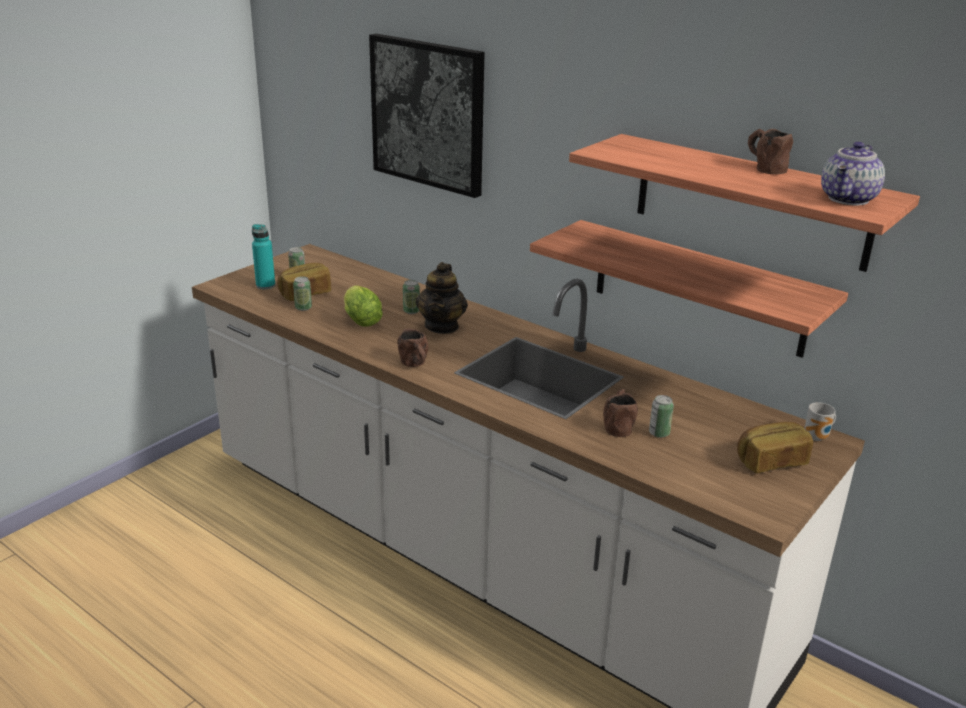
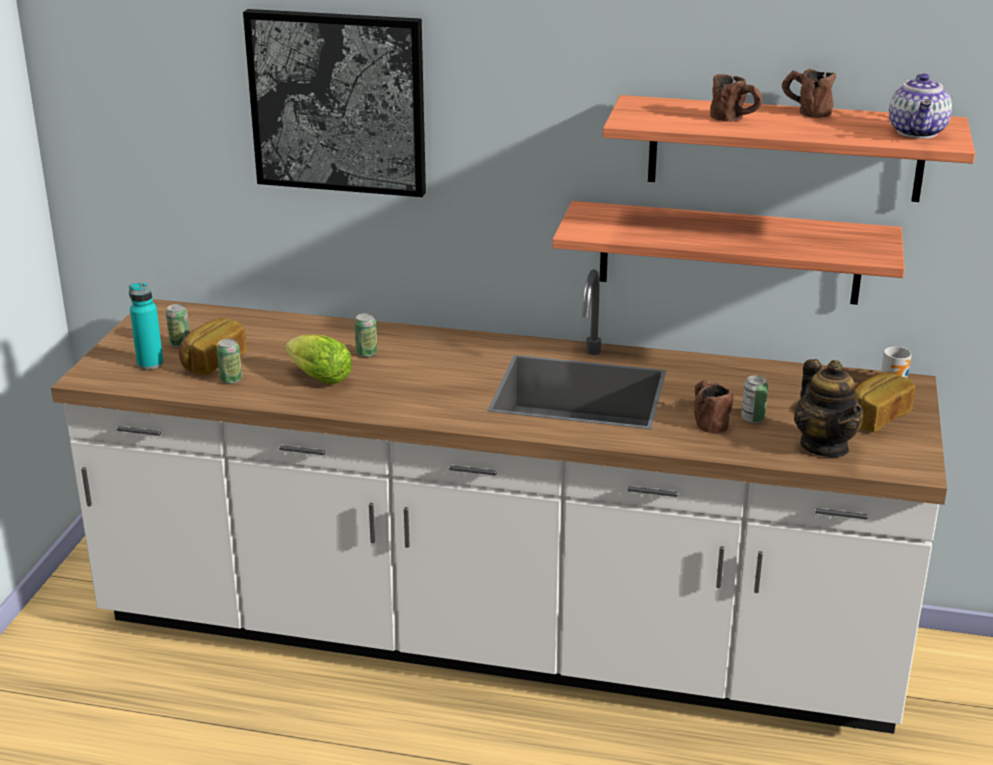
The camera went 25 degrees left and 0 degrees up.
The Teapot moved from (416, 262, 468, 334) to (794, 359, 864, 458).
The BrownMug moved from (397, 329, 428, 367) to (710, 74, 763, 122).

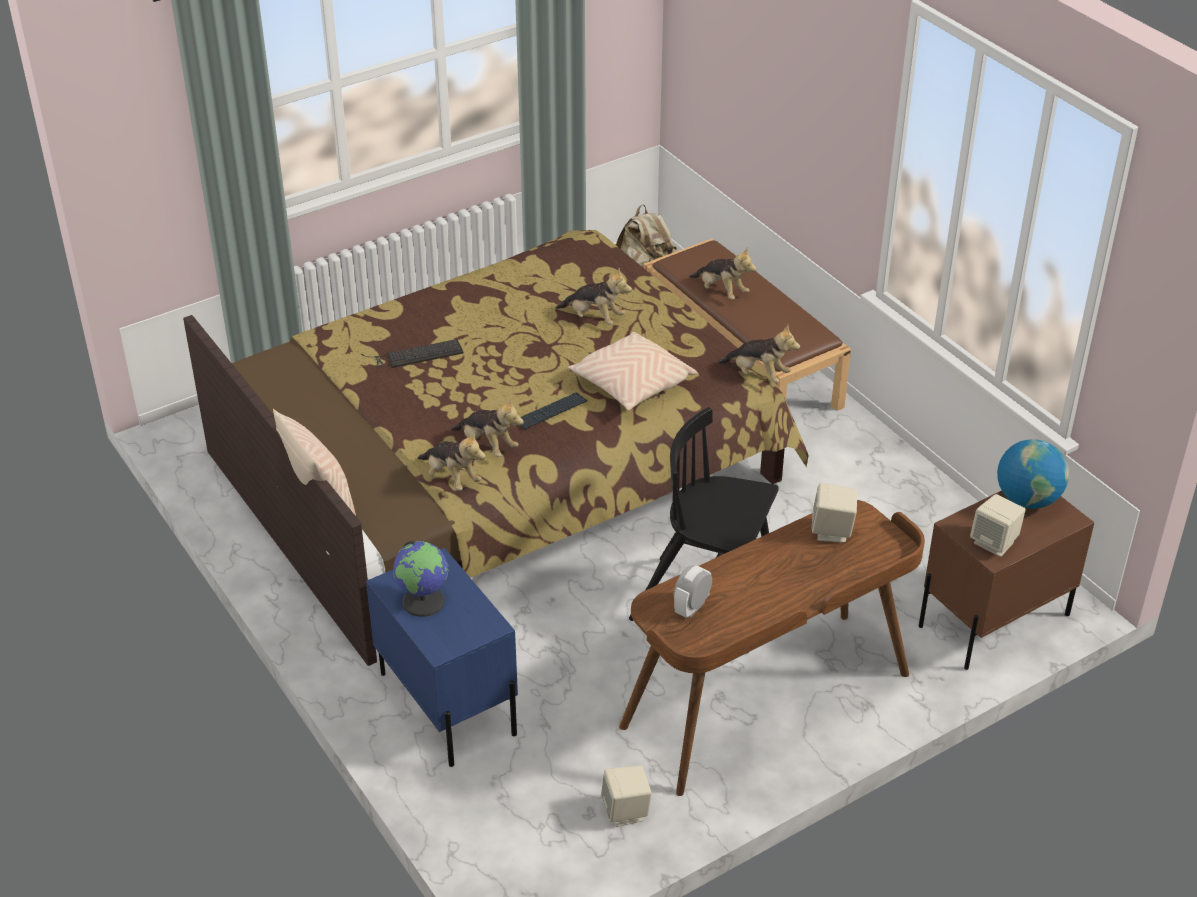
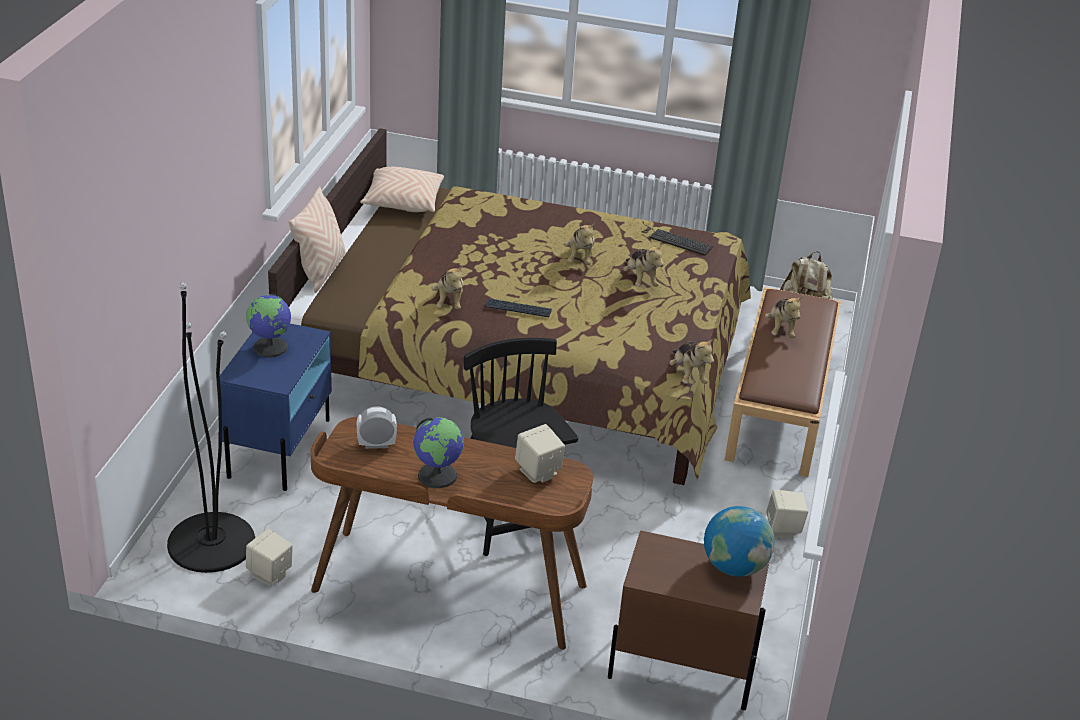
The camera went 45 degrees right and 5 degrees down.
The BeigePillow moved from (568, 332, 698, 410) to (360, 167, 444, 212).
The Keyboard moved from (361, 339, 464, 368) to (641, 221, 713, 256).
The PlushToy moved from (417, 431, 486, 490) to (564, 222, 595, 265).
The BeigeSpeaker moved from (970, 494, 1026, 557) to (766, 490, 808, 538).
The BlackFloorLamp at (167, 283, 255, 573) appeared.
The Globe at (413, 417, 464, 488) appeared.

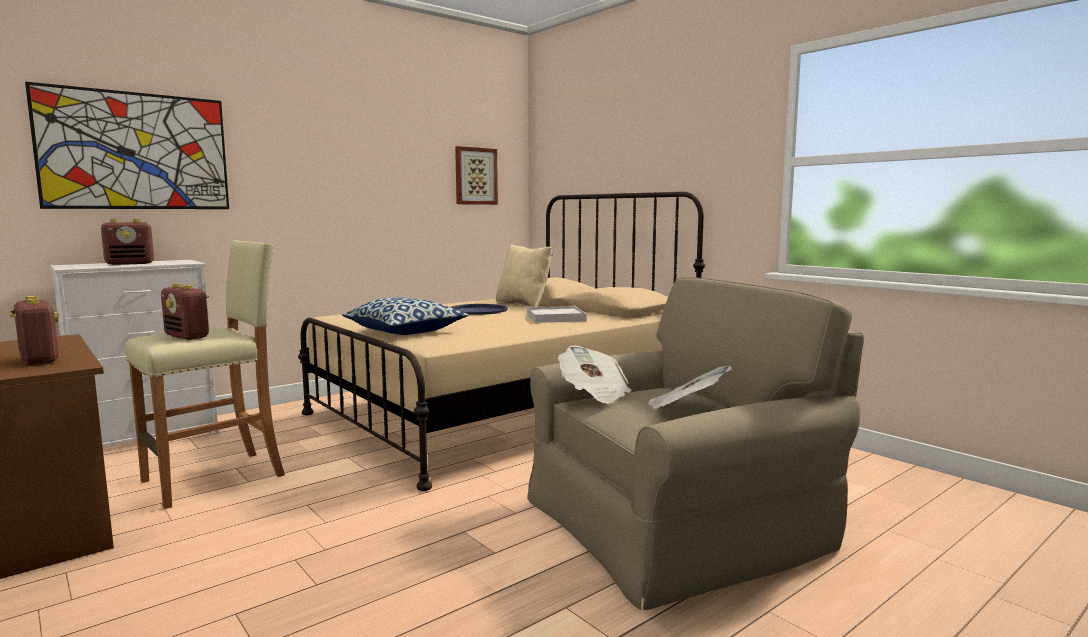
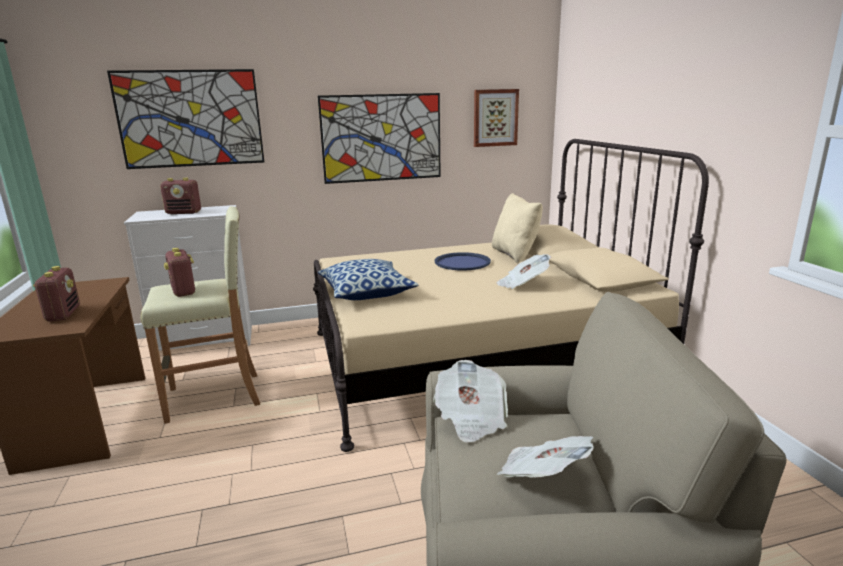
The camera went 25 degrees right and 10 degrees up.
The WhiteTray at (527, 306, 587, 323) was replaced by the Newspaper at (496, 254, 551, 289).
The Picture at (318, 93, 441, 184) appeared.

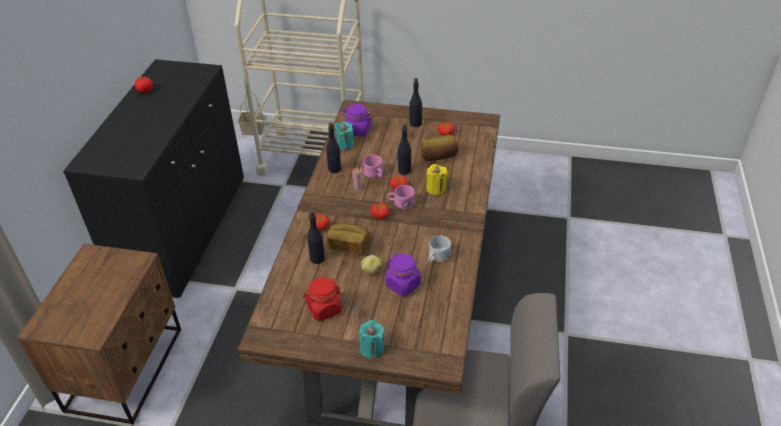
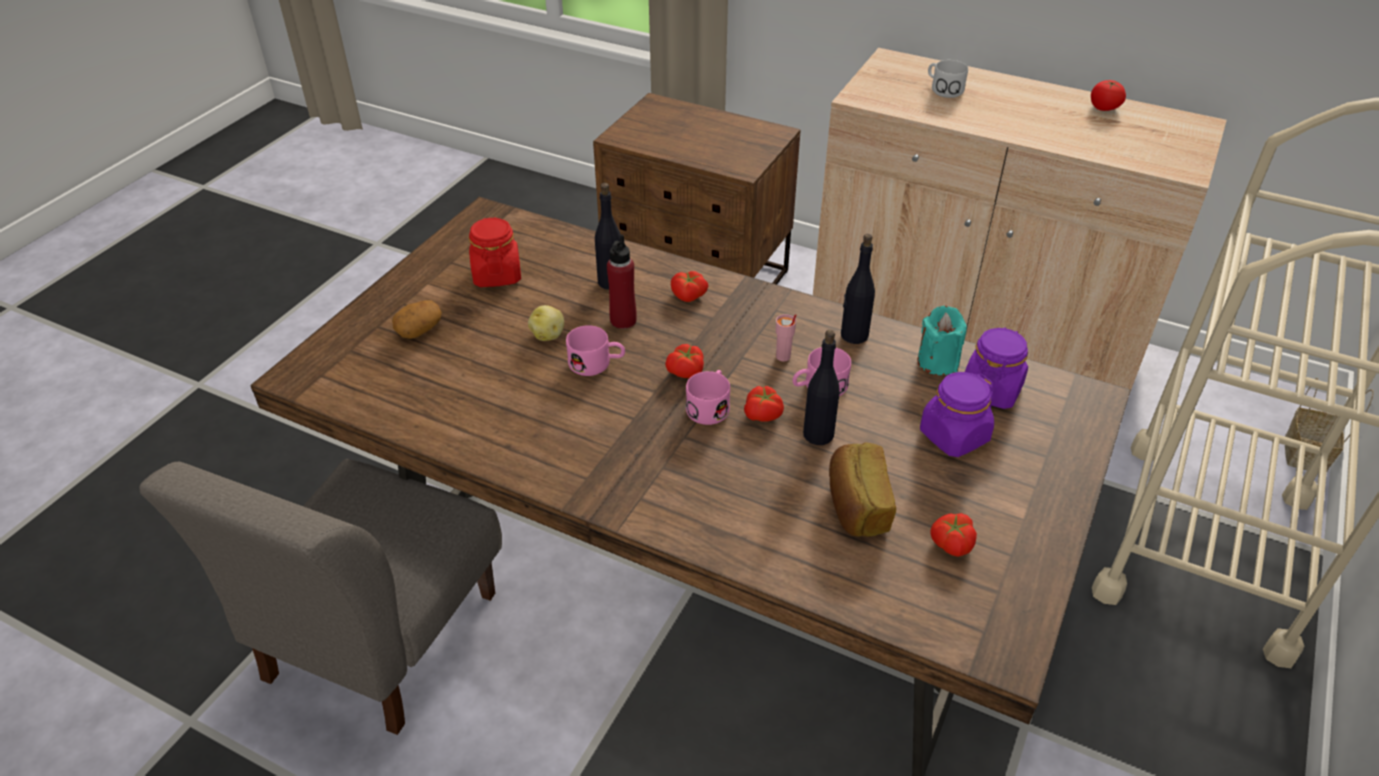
The camera went 105 degrees right and 0 degrees up.
The BlackCabinet at (63, 59, 244, 299) became the BeigeCabinet at (813, 48, 1227, 391).
The BlackBottle at (410, 78, 423, 127) disappeared.
The YellowCandle at (426, 164, 447, 195) disappeared.
The Bread at (327, 223, 371, 255) was replaced by the RedBottle at (607, 234, 637, 329).
The WhiteMug moved from (428, 235, 451, 262) to (928, 60, 968, 98).
The PurpleJar moved from (386, 254, 421, 296) to (920, 372, 994, 457).
The TurquoiseCandle at (359, 320, 384, 358) disappeared.
The Potato at (392, 300, 442, 339) appeared.
The PinkMug at (566, 325, 625, 376) appeared.

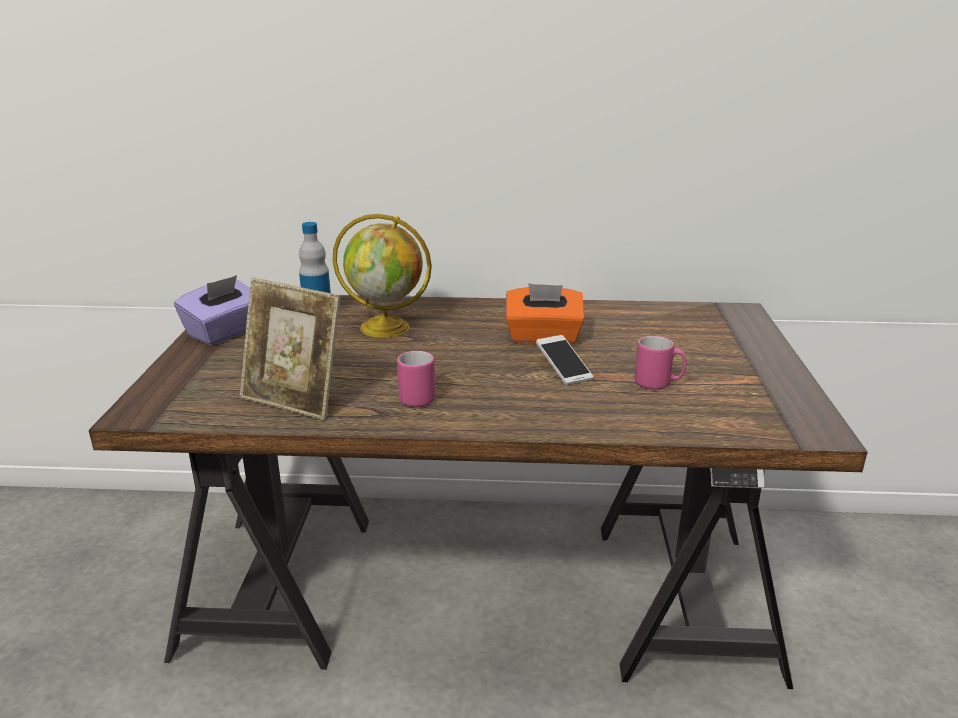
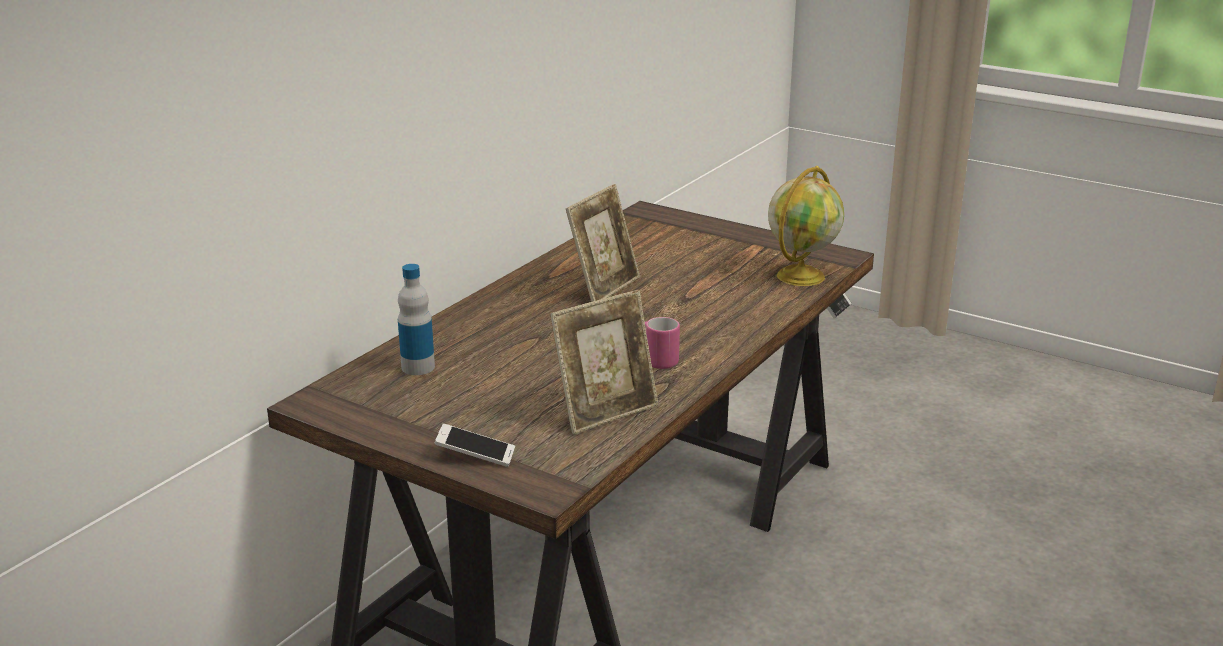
The camera went 60 degrees left and 0 degrees up.
The Globe moved from (333, 214, 432, 338) to (768, 166, 844, 286).
The PurpleTissueBox at (174, 275, 250, 346) disappeared.
The OrangeTissueBox at (506, 283, 585, 344) was replaced by the PictureFrame at (566, 184, 640, 302).
The Phone moved from (536, 335, 593, 385) to (434, 424, 515, 467).
The PinkMug at (634, 336, 687, 390) disappeared.

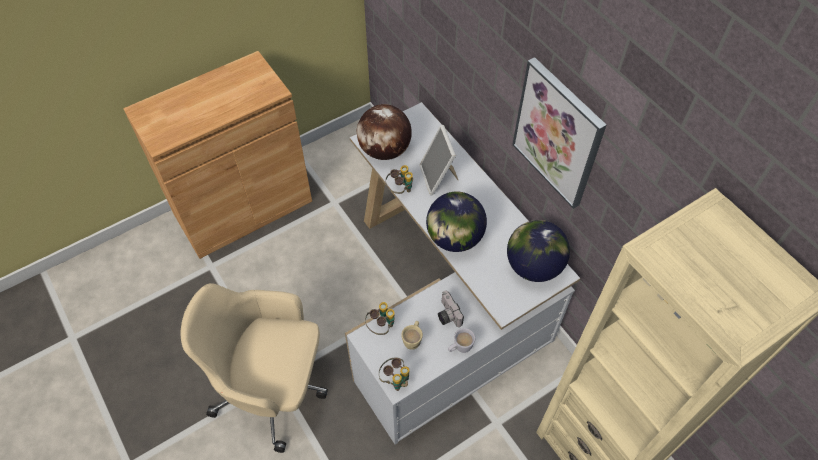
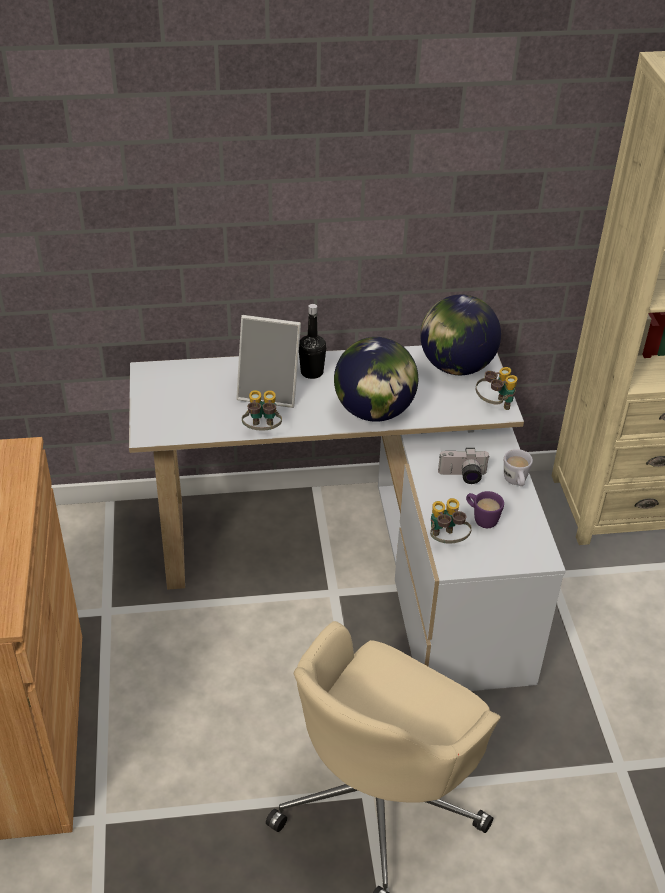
The camera went 65 degrees left and 15 degrees down.
The Picture at (512, 57, 606, 209) disappeared.
The Globe at (357, 104, 412, 160) disappeared.
The BeigeMug at (401, 321, 423, 350) became the PurpleMug at (466, 491, 504, 528).
The Binoculars moved from (379, 358, 409, 391) to (476, 367, 518, 410).
The BlackBottle at (299, 304, 327, 379) appeared.

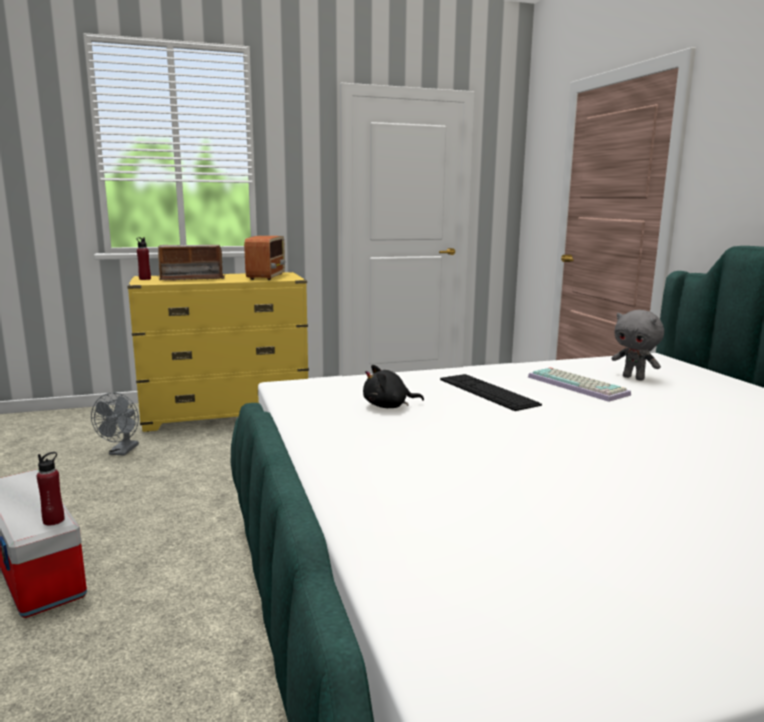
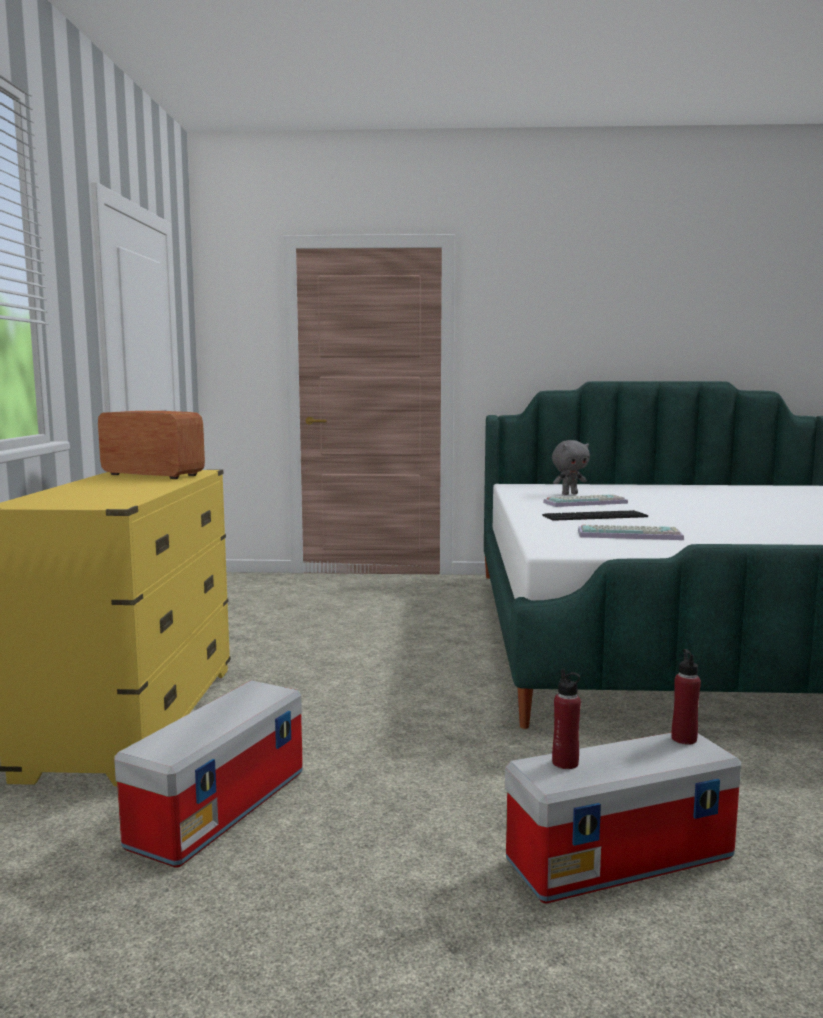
The camera went 70 degrees left and 5 degrees down.
The RedBottle moved from (137, 237, 151, 280) to (552, 669, 581, 769).
The Radio at (157, 244, 226, 281) disappeared.
The BlackPlushToy at (363, 365, 424, 408) was replaced by the Keyboard at (578, 524, 684, 540).
The GreyFan at (91, 392, 139, 456) was replaced by the StorageBox at (114, 681, 303, 868).

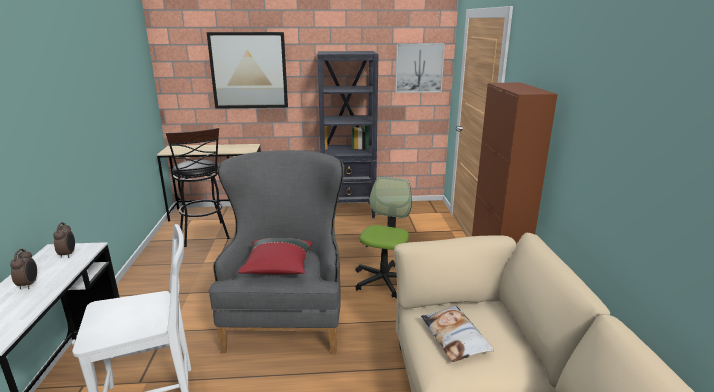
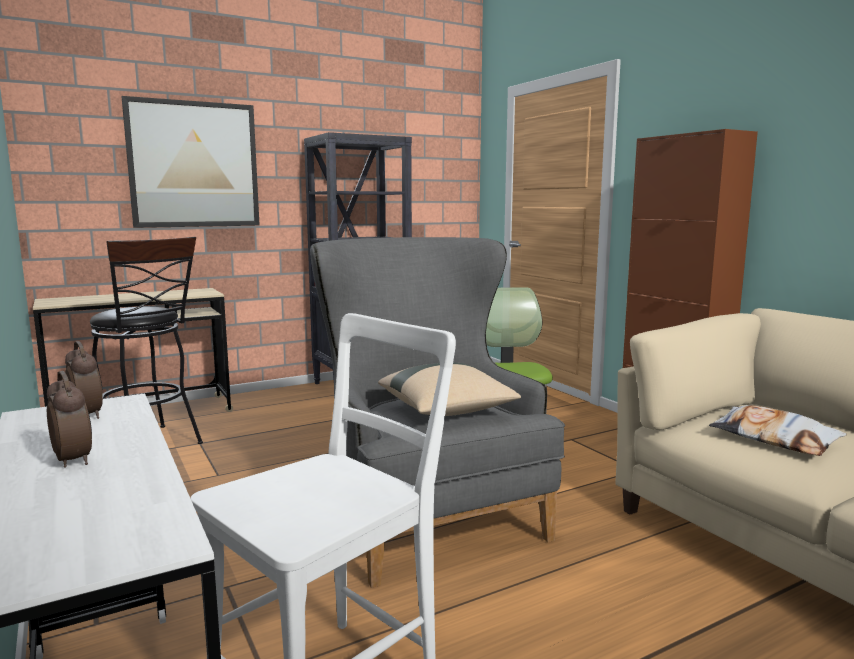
The camera went 25 degrees left and 10 degrees down.
The Picture at (395, 43, 445, 93) disappeared.
The RedPillow at (238, 238, 312, 275) became the BeigePillow at (378, 362, 521, 416).

